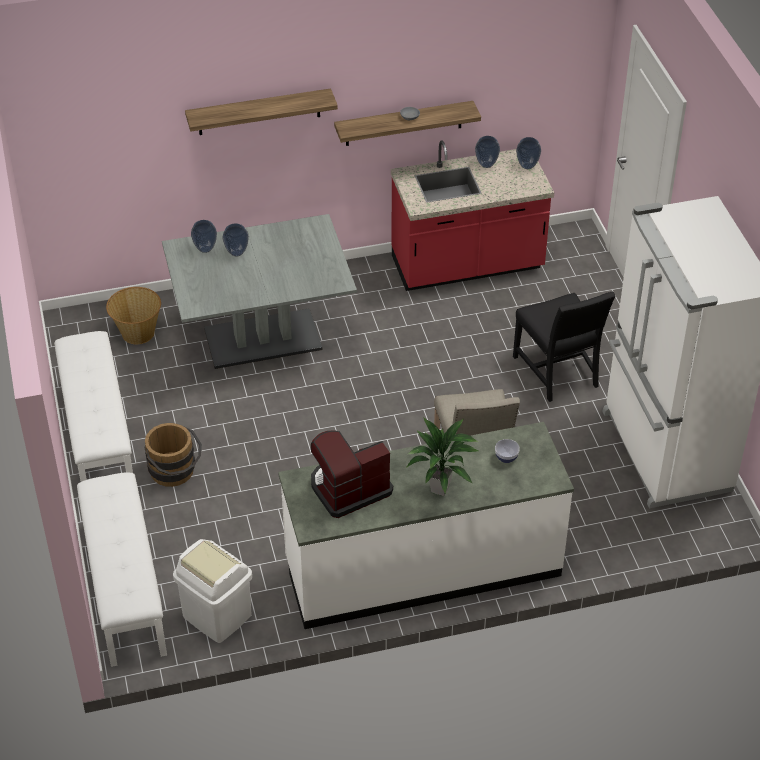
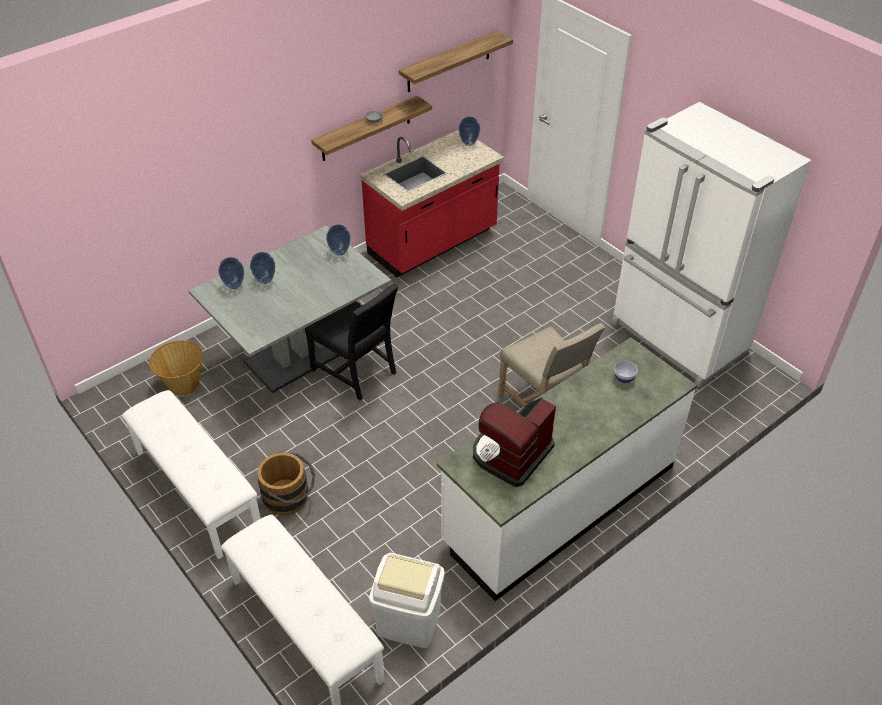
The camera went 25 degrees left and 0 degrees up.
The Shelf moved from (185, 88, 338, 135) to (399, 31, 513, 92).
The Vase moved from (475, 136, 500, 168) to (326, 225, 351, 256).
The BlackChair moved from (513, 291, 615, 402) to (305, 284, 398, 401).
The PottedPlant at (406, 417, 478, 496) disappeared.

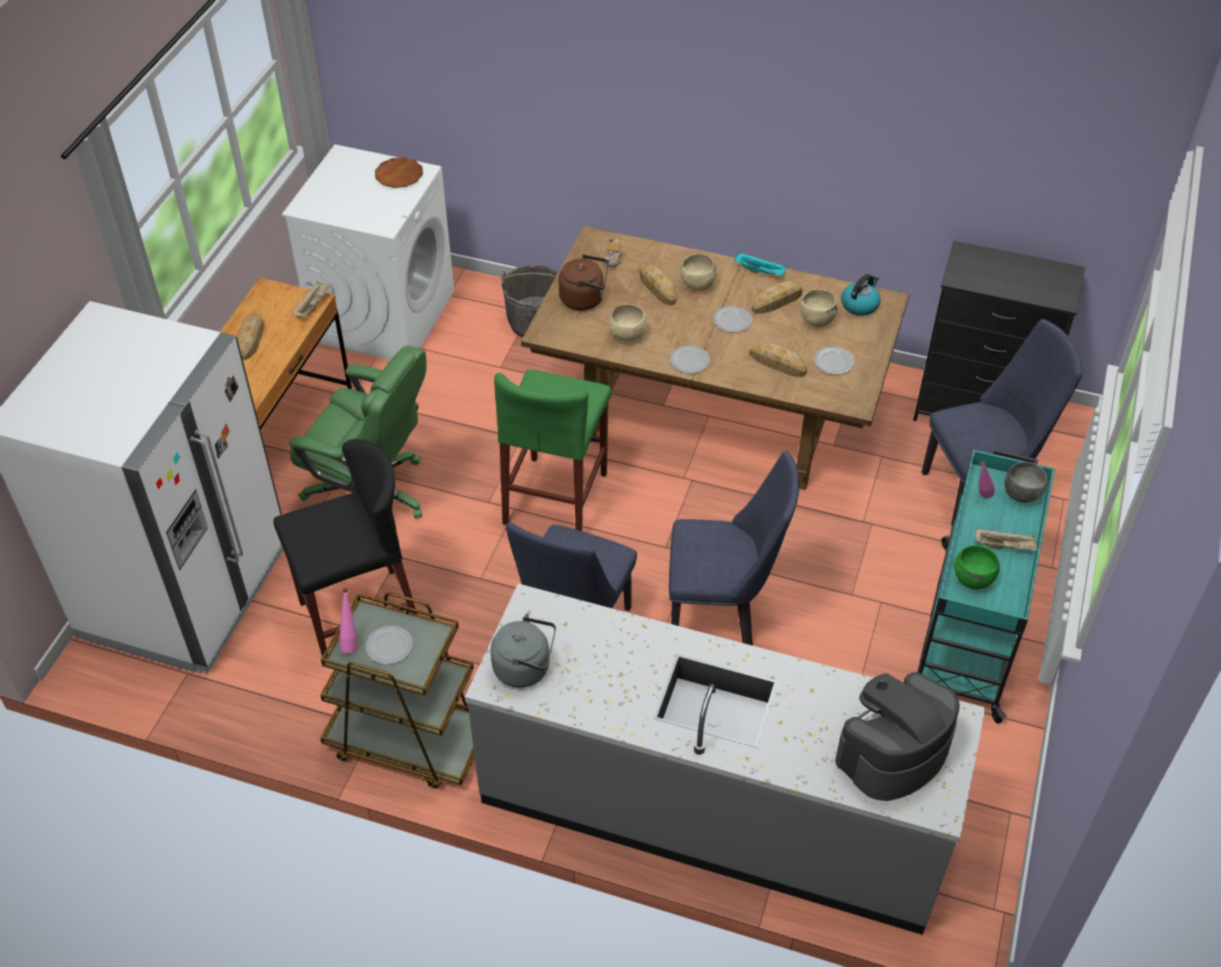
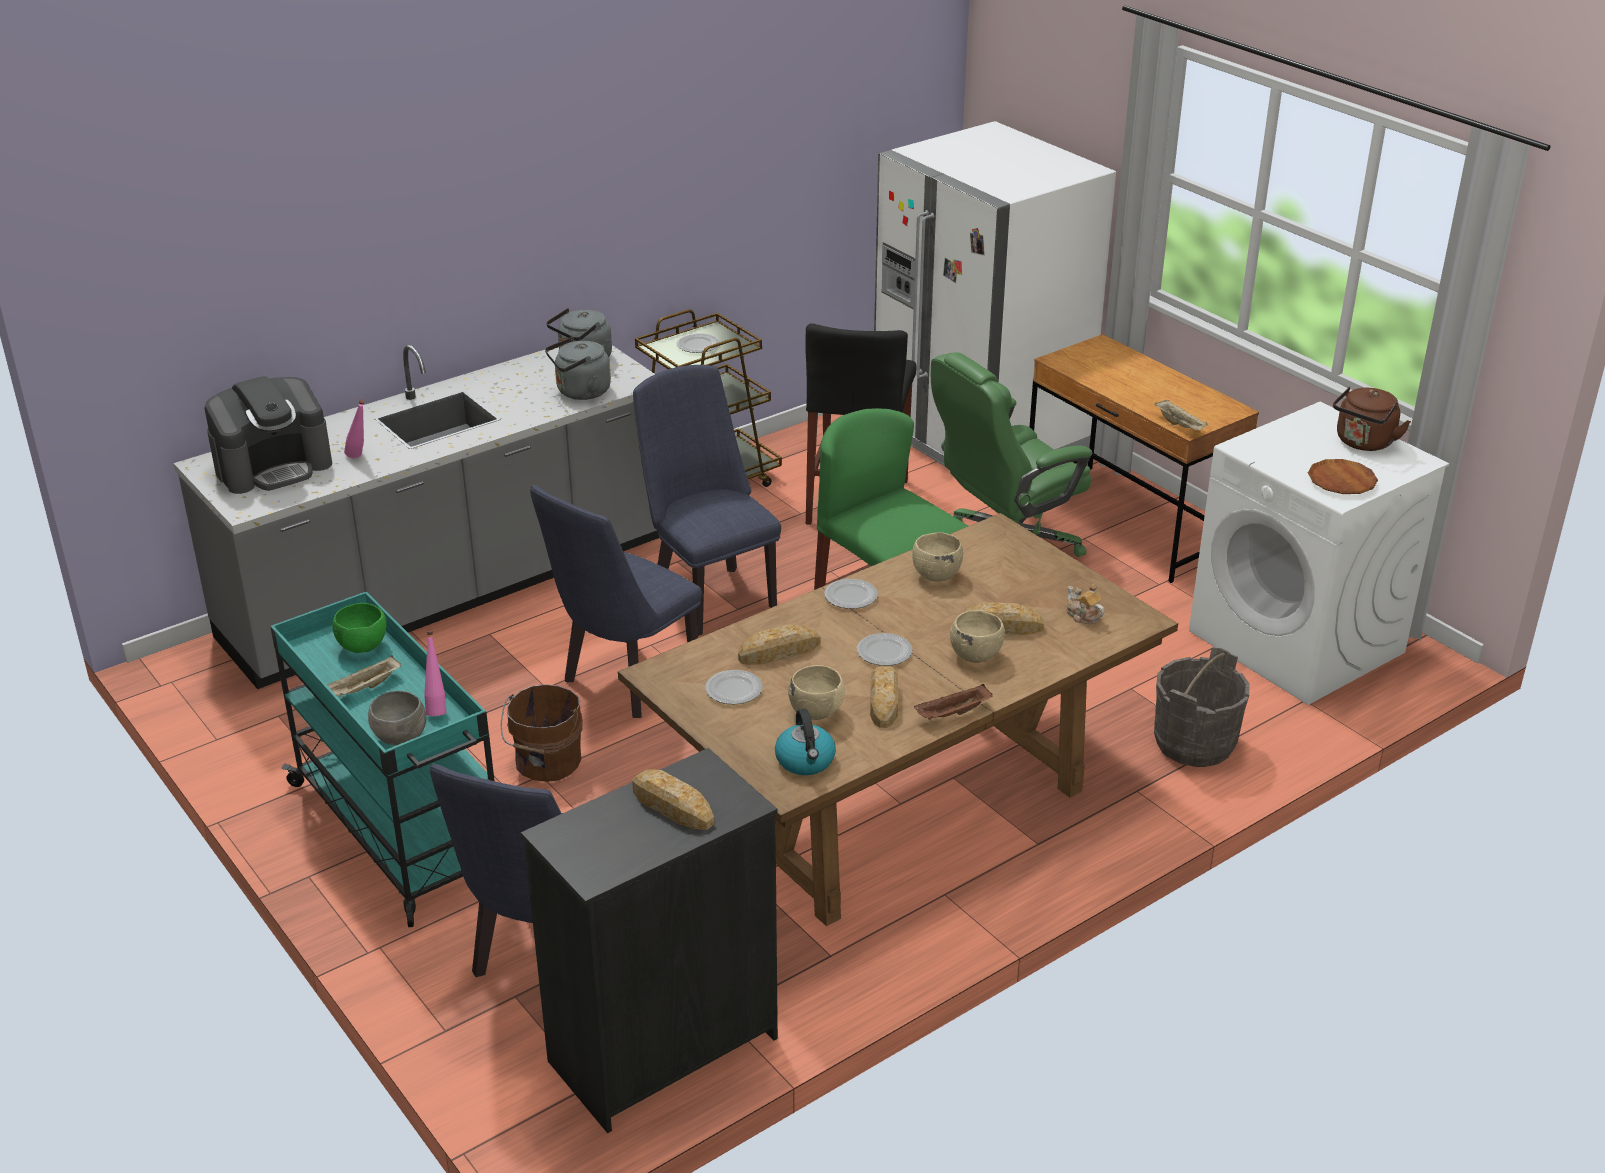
The camera went 125 degrees right and 15 degrees down.
The TurquoiseTray at (734, 253, 786, 276) became the BrownTray at (914, 684, 993, 720).
The BrownKettle moved from (558, 254, 608, 311) to (1333, 387, 1411, 451).
The Bread moved from (237, 314, 264, 360) to (632, 769, 714, 830).
The PinkBottle moved from (339, 588, 357, 653) to (344, 399, 364, 458).
The CoffeeMachine at (835, 672, 960, 801) turned 60 degrees clockwise.
The GreyKettle at (545, 337, 611, 400) appeared.
The BrownBucket at (501, 684, 583, 782) appeared.

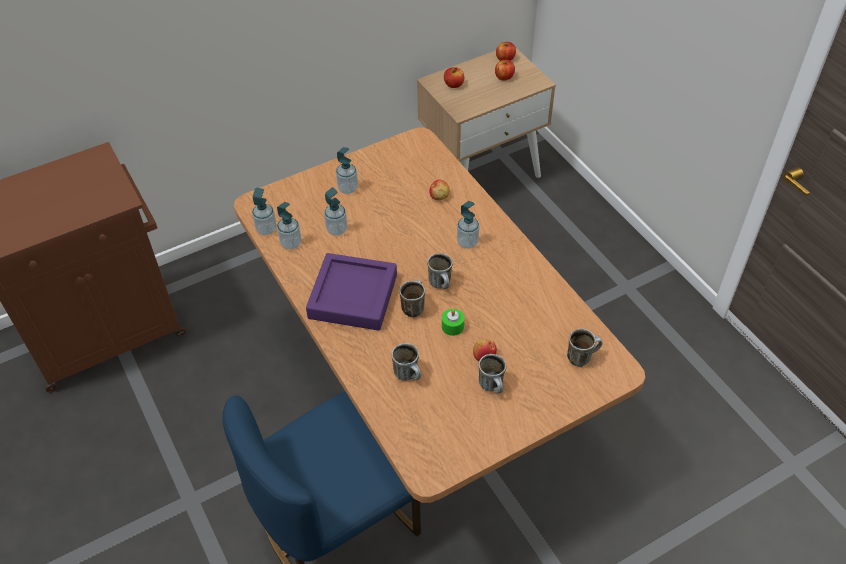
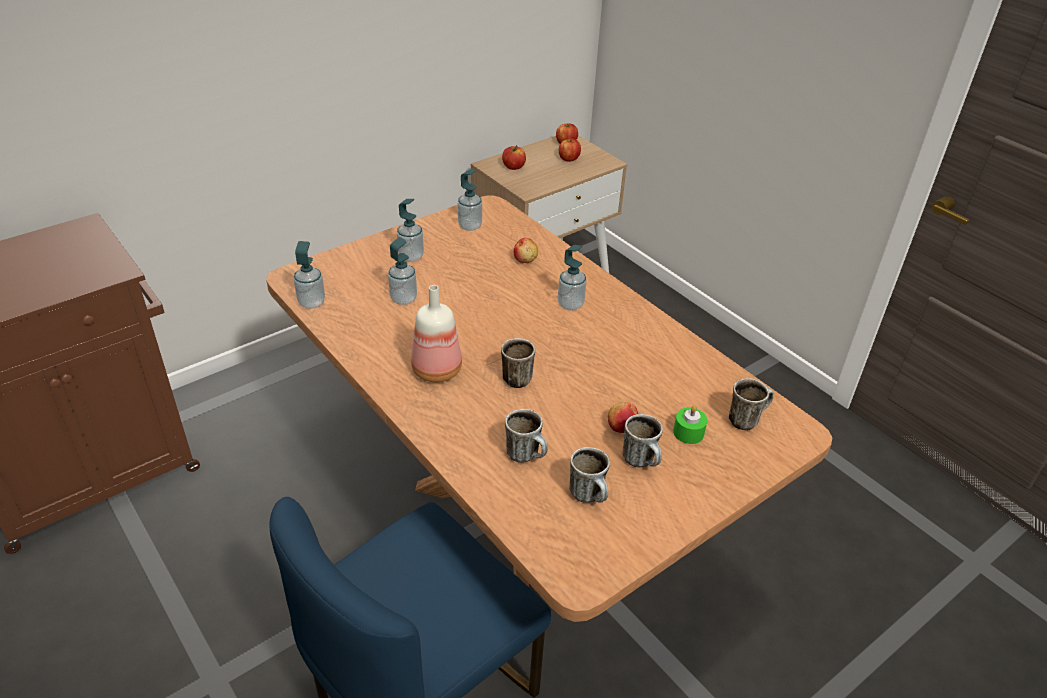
The camera went 10 degrees left and 10 degrees down.
The SoapDispenser moved from (277, 202, 301, 249) to (458, 170, 482, 231).
The PurpleTray at (306, 253, 397, 331) was replaced by the Bottle at (411, 285, 462, 382).
The Mug moved from (427, 253, 453, 289) to (569, 447, 610, 503).
The GreenCandle moved from (442, 309, 464, 336) to (673, 406, 707, 444).

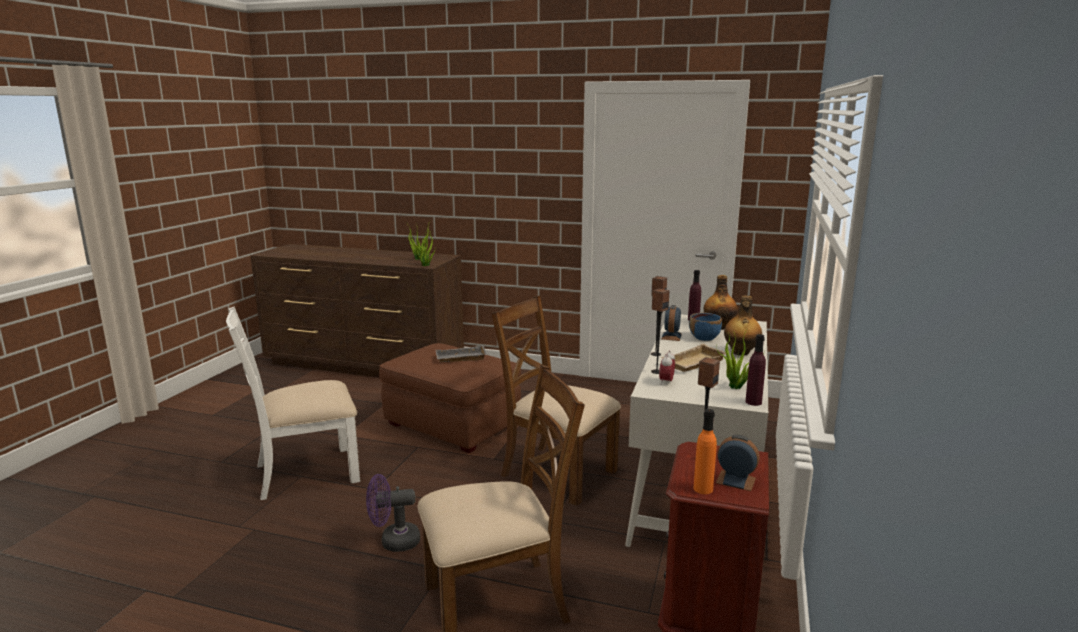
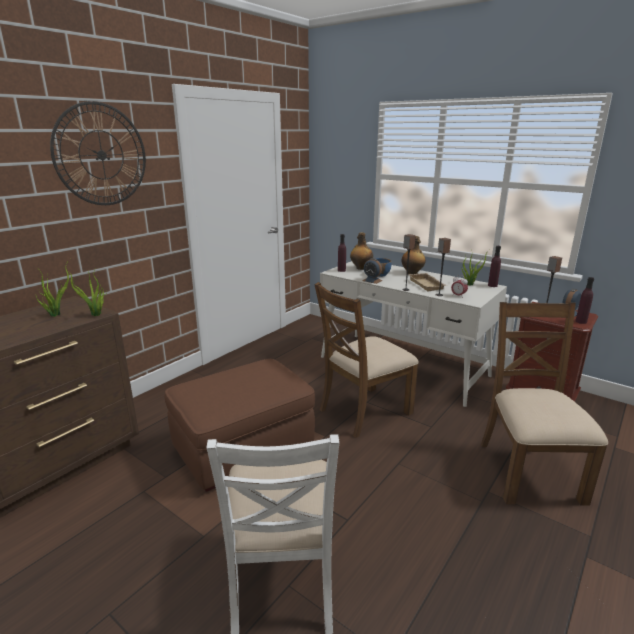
The camera went 70 degrees left and 5 degrees up.
The GreyTray at (436, 345, 486, 362) disappeared.
The OrangeBottle at (693, 409, 717, 494) became the PurpleBottle at (575, 277, 594, 324).
The PurpleFan at (366, 474, 420, 552) disappeared.
The WallClock at (50, 101, 146, 205) appeared.

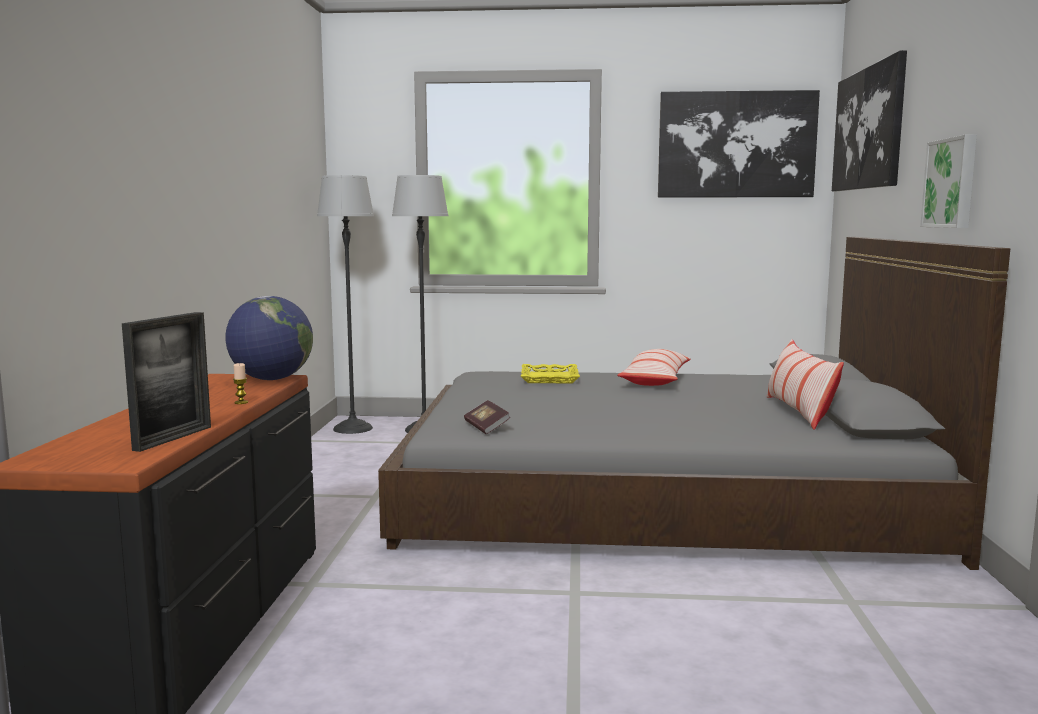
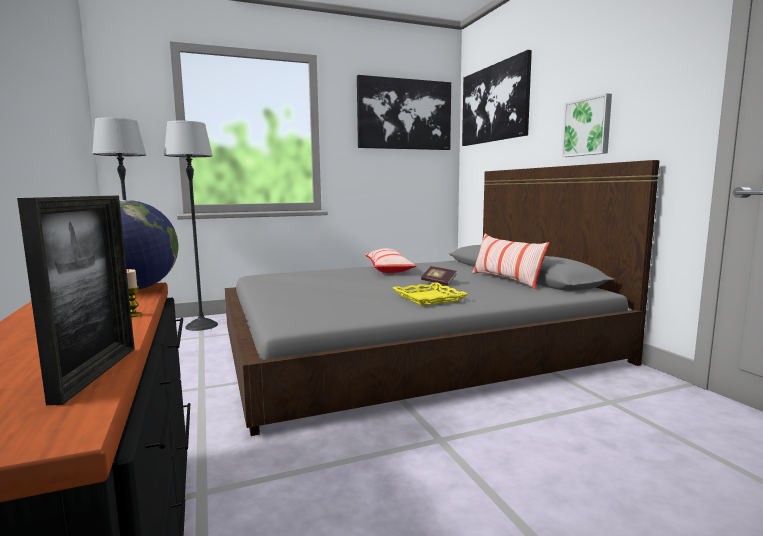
The camera went 25 degrees left and 0 degrees up.
The YellowTray moved from (521, 364, 580, 383) to (393, 282, 468, 306).
The Book moved from (464, 400, 511, 434) to (421, 266, 456, 286).

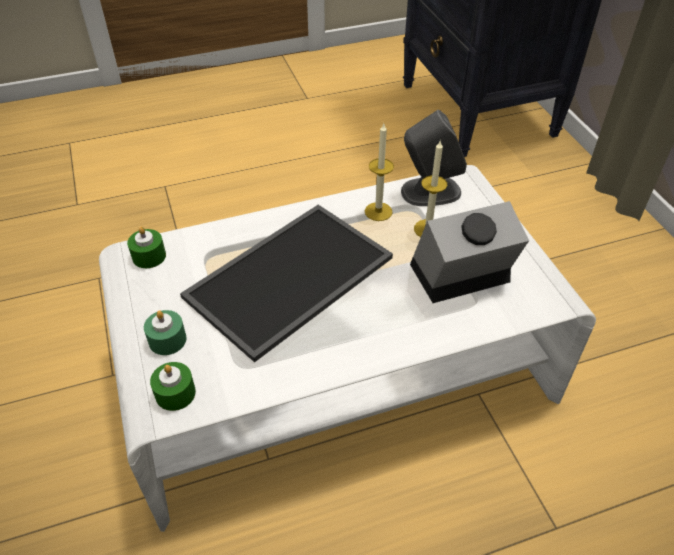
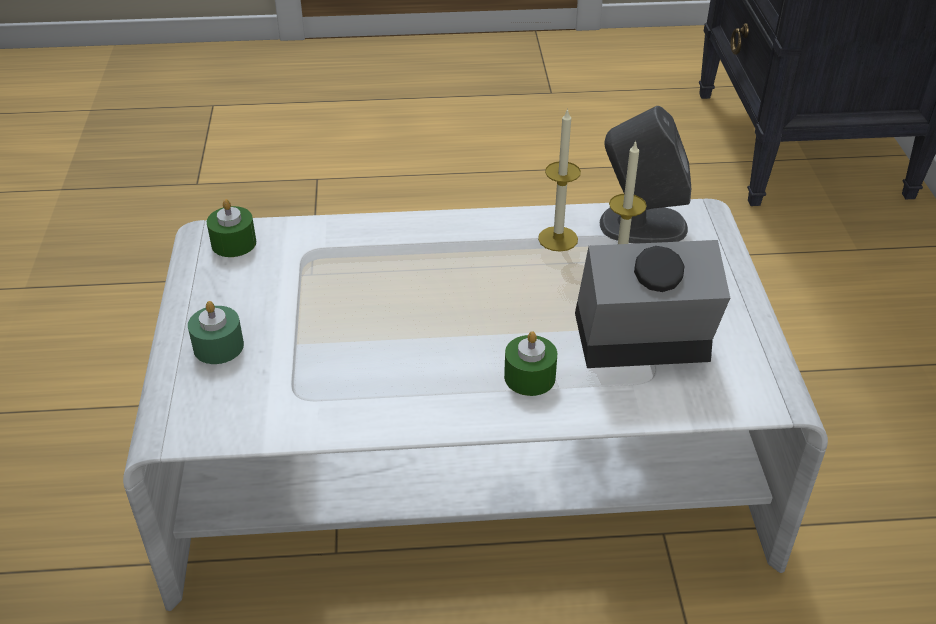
The camera went 15 degrees right and 5 degrees down.
The Tray at (180, 205, 393, 362) disappeared.
The GreenCandle moved from (150, 362, 196, 411) to (504, 331, 557, 396).

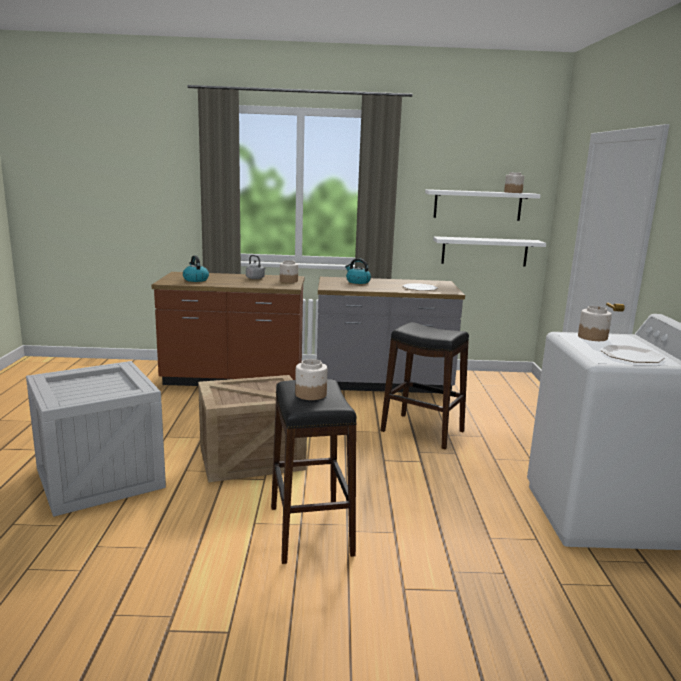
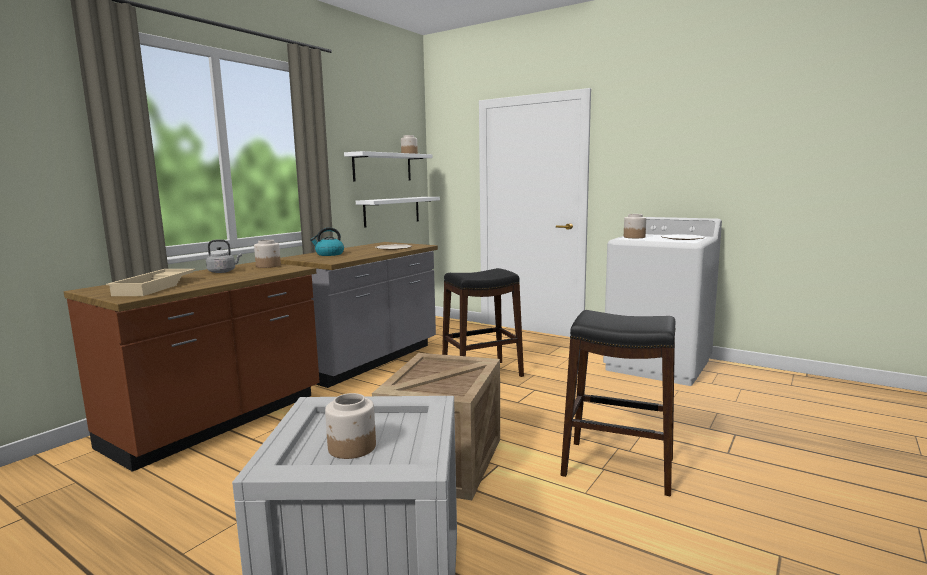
The camera went 55 degrees left and 5 degrees down.
The Kettle at (183, 256, 209, 282) was replaced by the BeigeTray at (106, 269, 196, 296).
The Jar moved from (295, 359, 327, 400) to (325, 393, 376, 459).

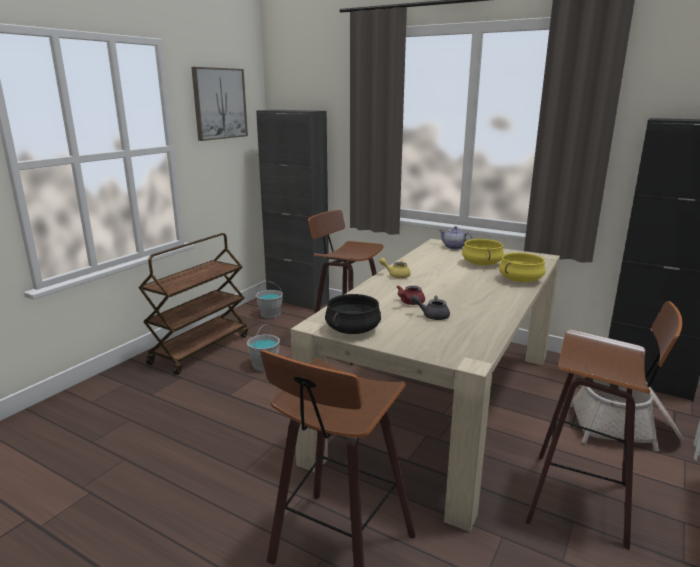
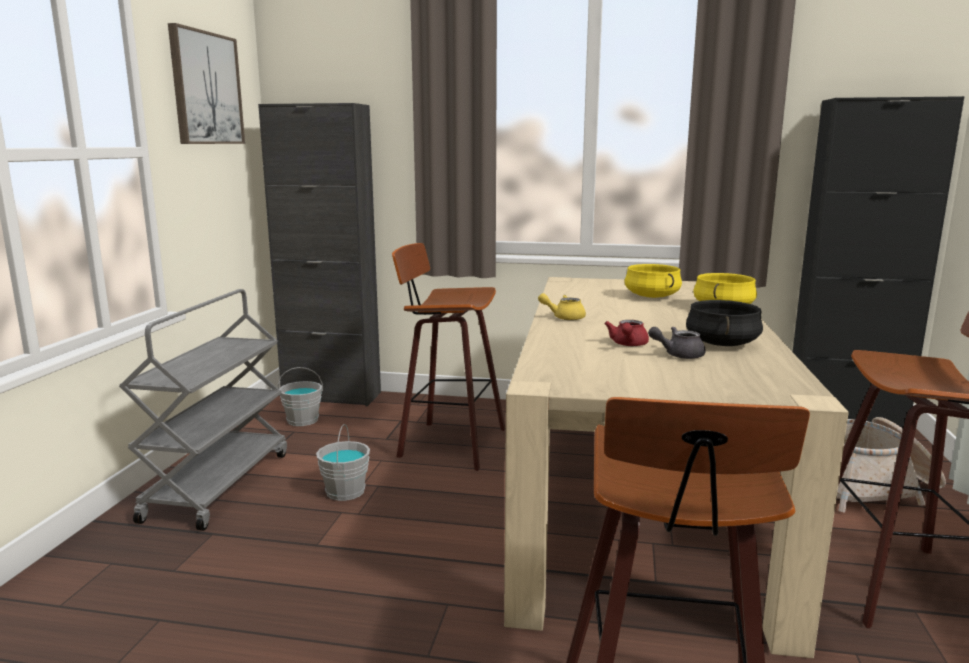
The camera went 20 degrees left and 5 degrees down.
The Teapot at (439, 226, 473, 250) disappeared.
The BrownCart at (138, 233, 248, 375) became the GreyCart at (119, 289, 287, 531).
The BlackCookingPot moved from (325, 294, 381, 334) to (686, 300, 763, 346).

